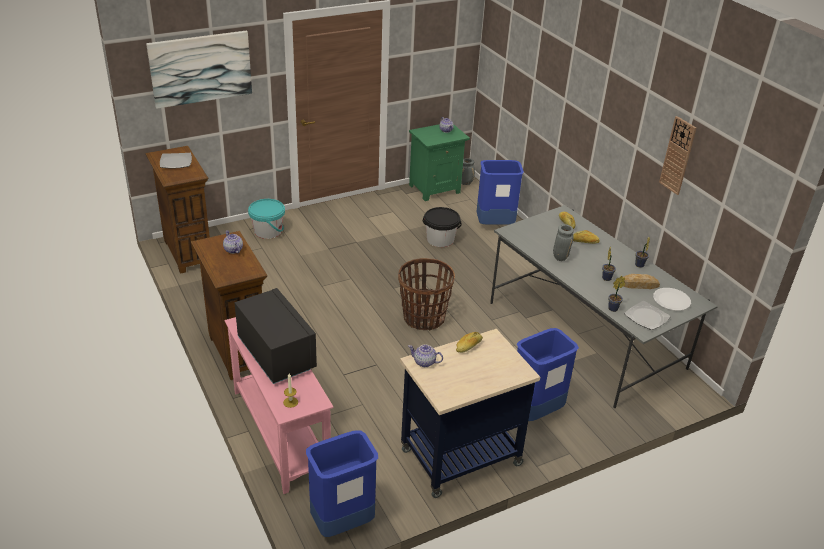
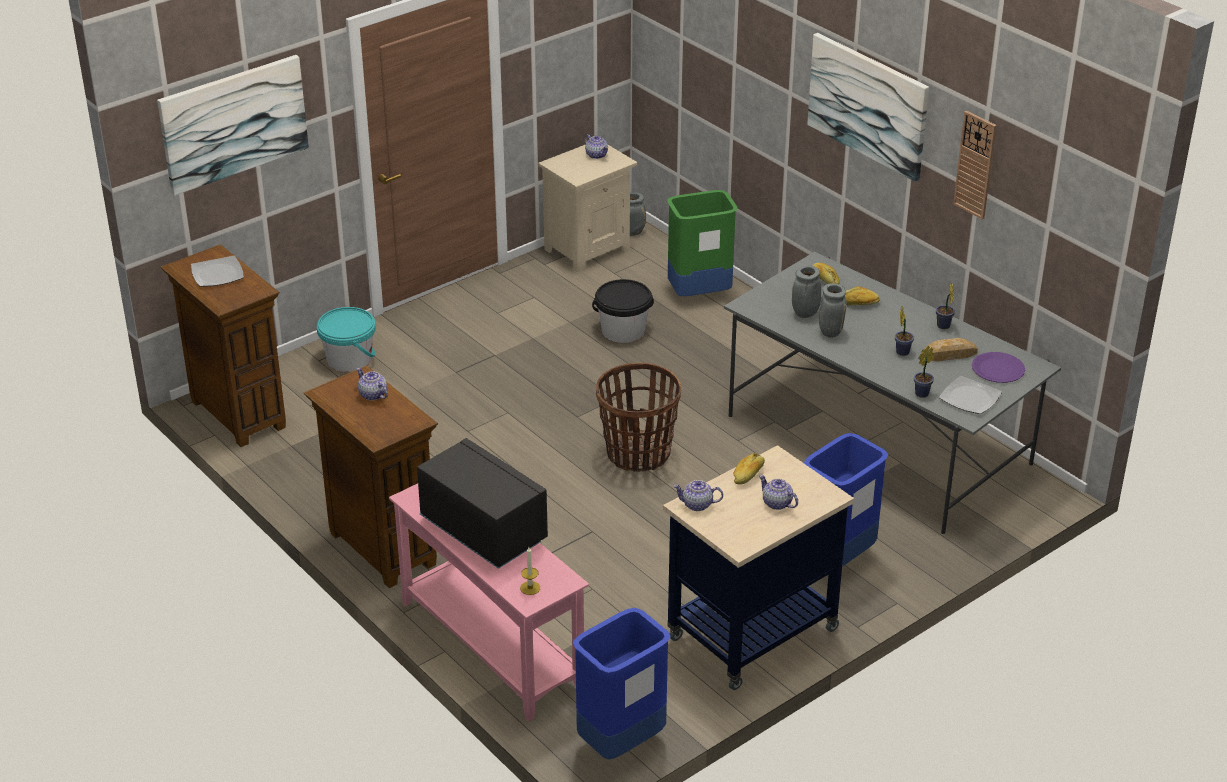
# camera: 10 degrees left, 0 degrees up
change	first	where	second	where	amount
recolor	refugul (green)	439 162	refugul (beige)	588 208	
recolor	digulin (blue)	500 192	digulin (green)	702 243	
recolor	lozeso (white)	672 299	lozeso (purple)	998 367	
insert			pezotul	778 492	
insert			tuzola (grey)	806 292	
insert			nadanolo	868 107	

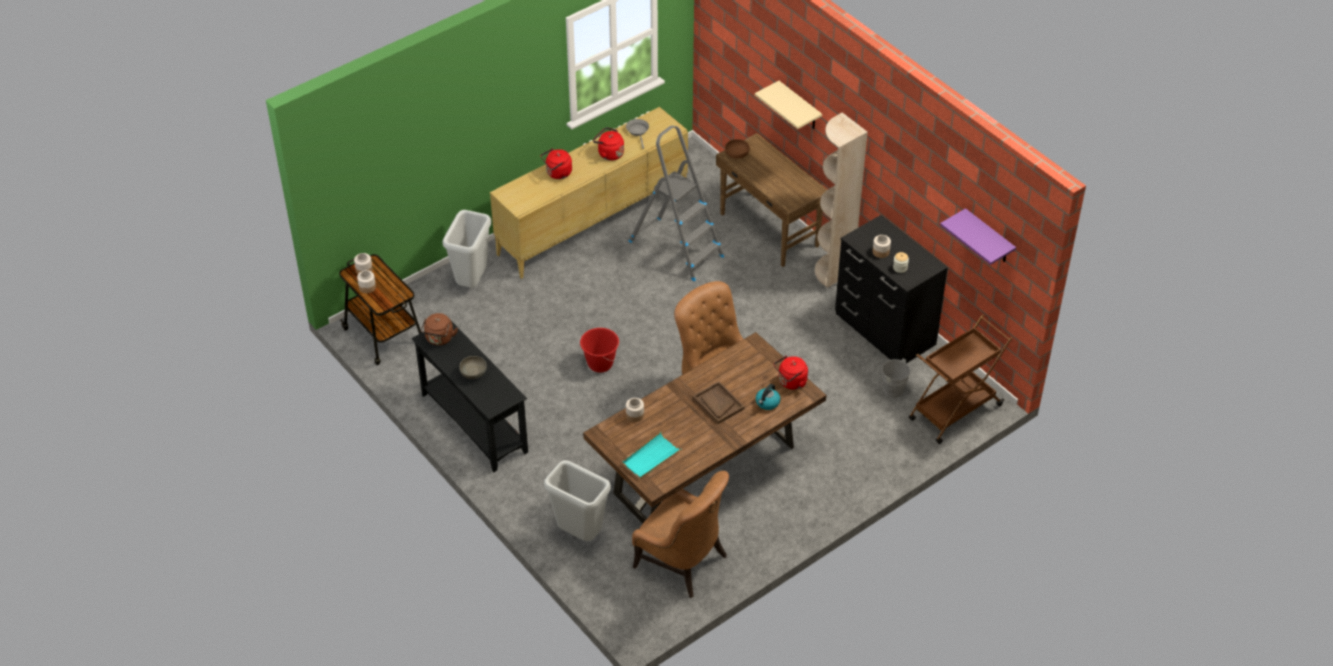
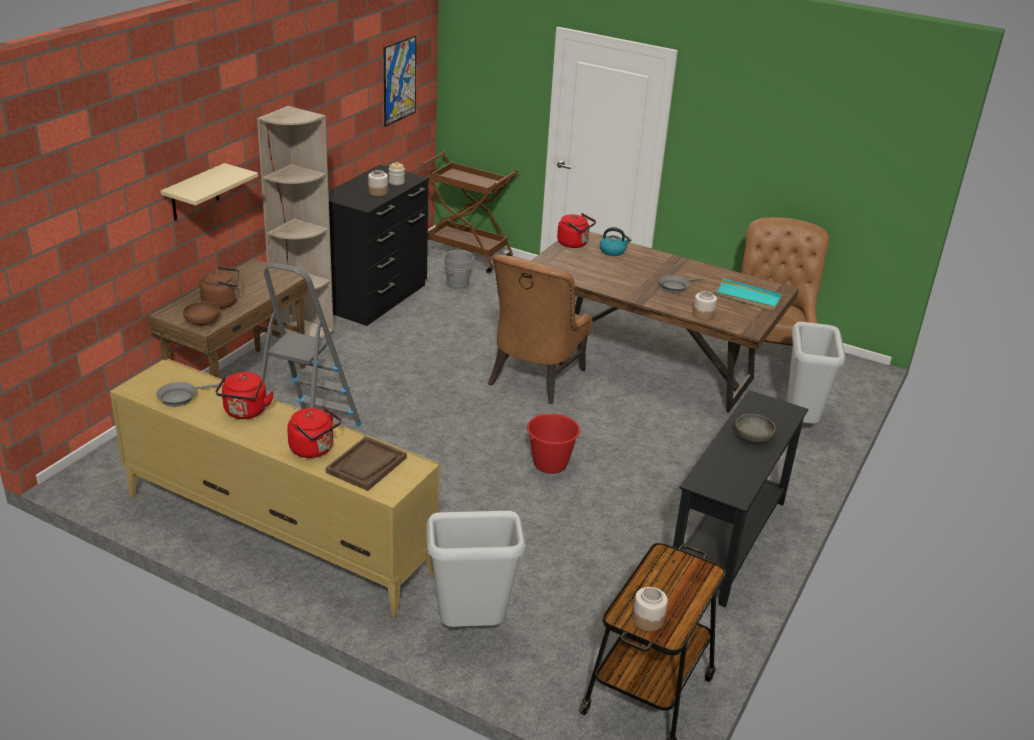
# camera: 115 degrees left, 15 degrees down
change	first	where	second	where	amount
delete	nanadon	366 281			
move	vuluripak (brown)	439 329		219 287	
move	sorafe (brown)	719 402		366 463	
replace	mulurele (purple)	978 236	nadanolo	400 81	
insert			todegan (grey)	681 284	

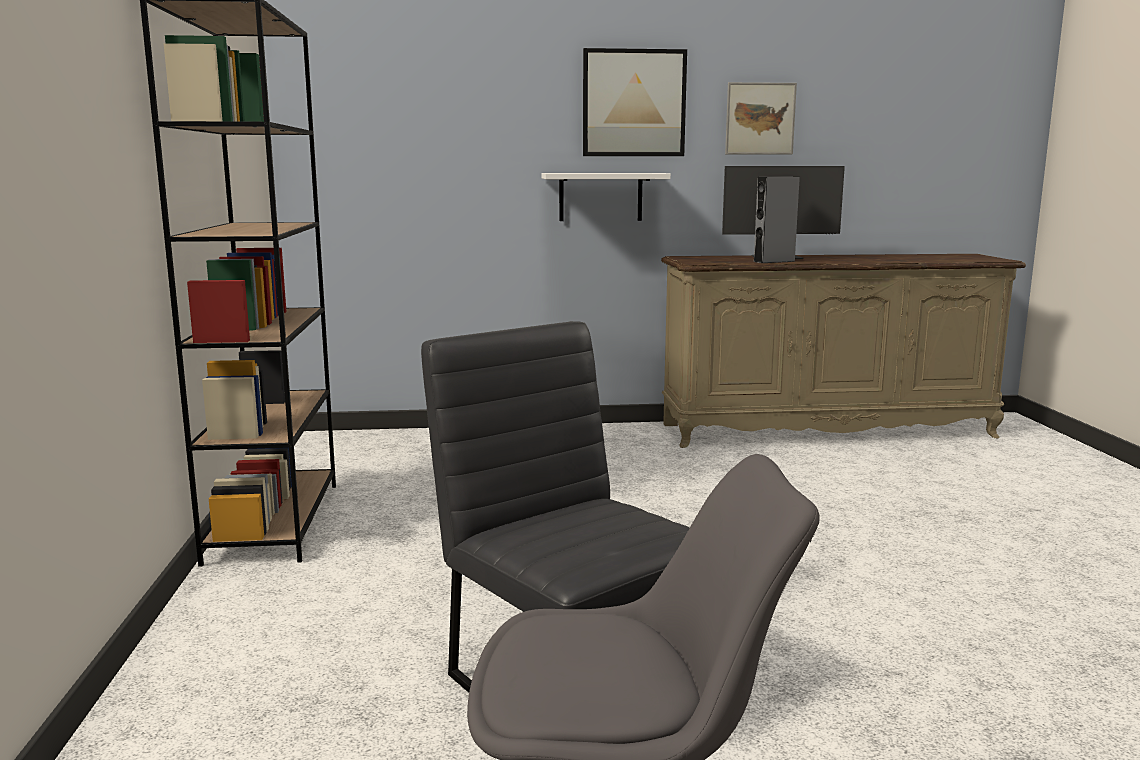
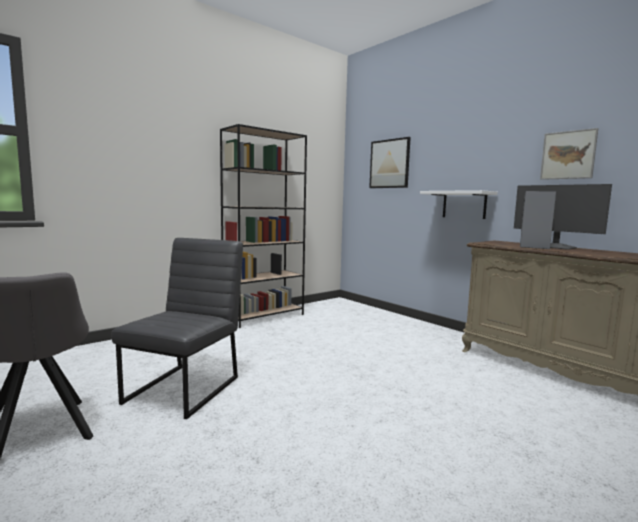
# camera: 55 degrees right, 5 degrees down
change	first	where	second	where	amount
move	nadanolo	635 102		390 162	

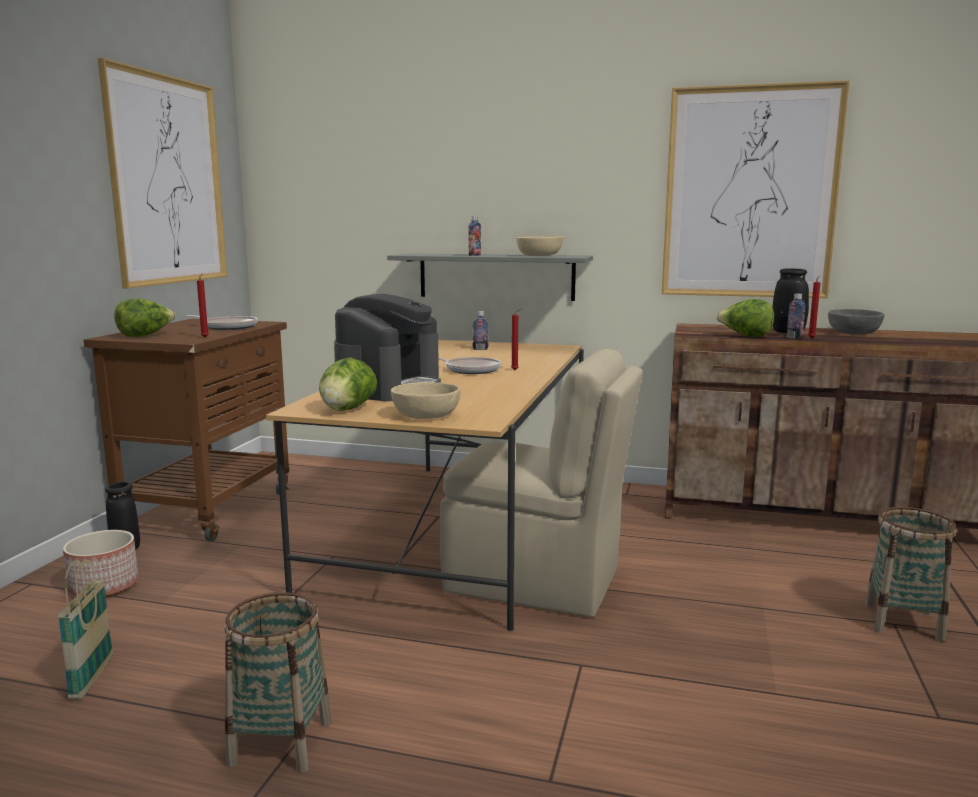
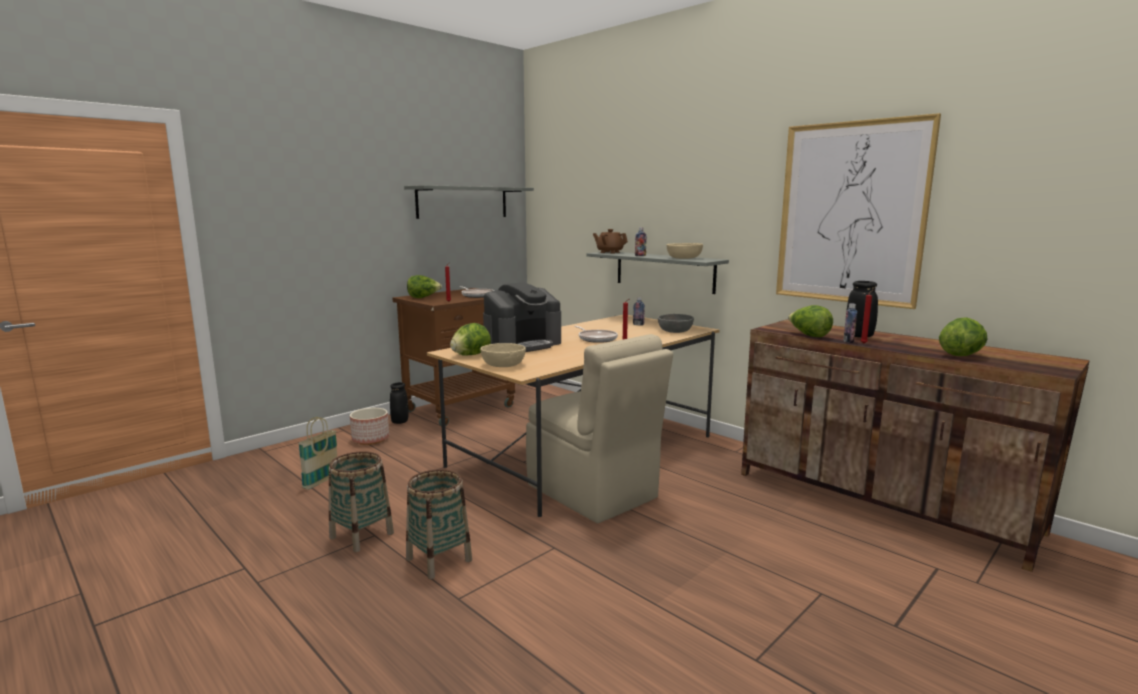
# camera: 30 degrees right, 0 degrees up
change	first	where	second	where	amount
replace	nadanolo	162 173	mulurele (grey)	469 202	
move	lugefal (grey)	856 321		676 323	
move	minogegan	911 574		439 524	
insert			pezotul (brown)	610 241	
insert			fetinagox	963 336	

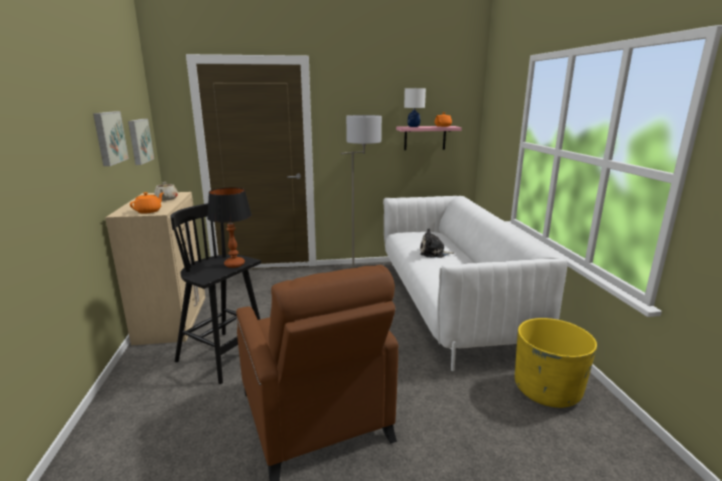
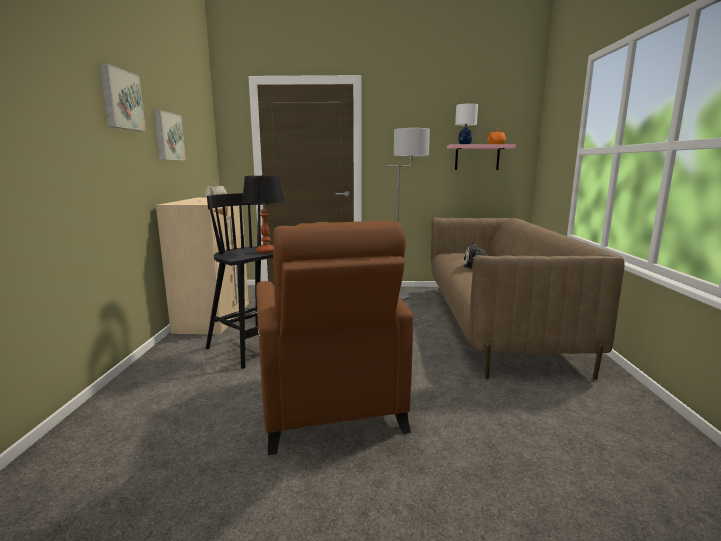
# camera: 10 degrees right, 5 degrees down
change	first	where	second	where	amount
move	nadanolo	141 142		122 97	
delete	pezotul (orange)	146 203			
recolor	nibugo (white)	475 283	nibugo (brown)	528 298	
delete	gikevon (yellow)	556 363			

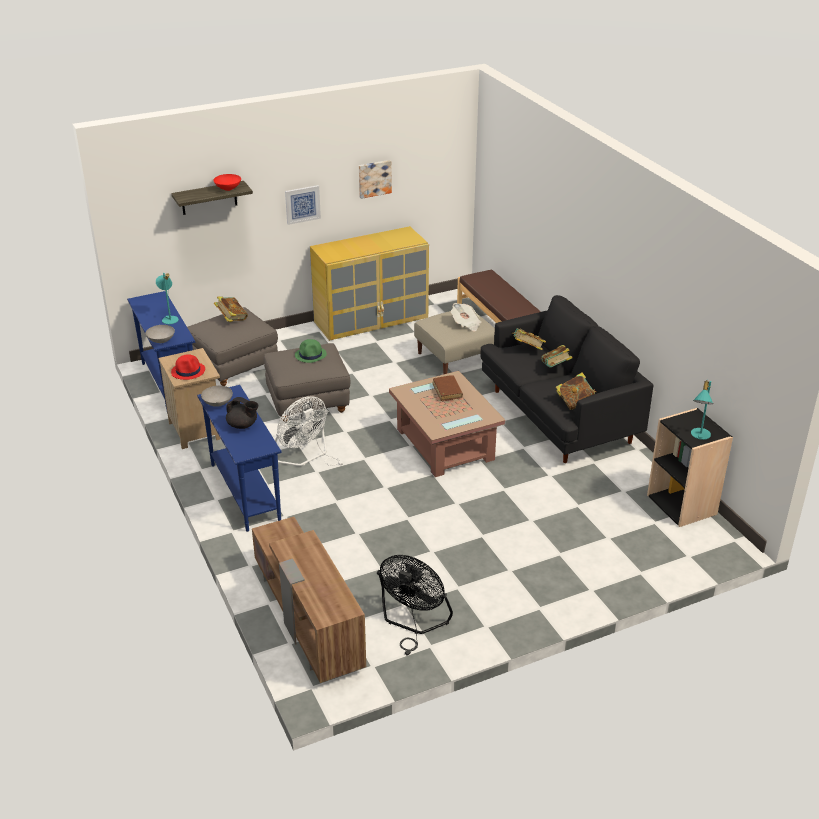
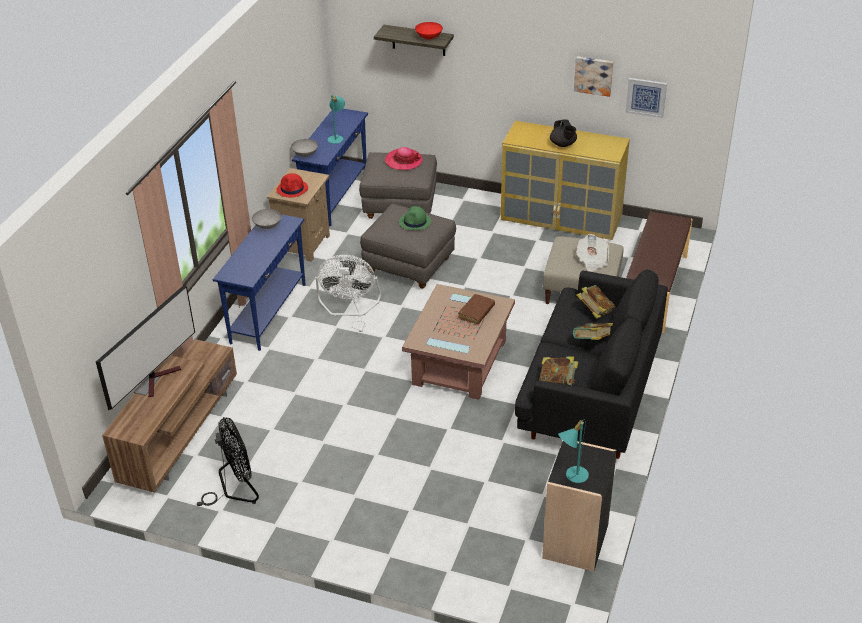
# camera: 45 degrees right, 5 degrees up
change	first	where	second	where	amount
replace	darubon	231 309	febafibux	404 158	
move	pezotul (black)	242 413		563 133	
move	nadanolo	303 205		646 98	
insert			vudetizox	145 347	

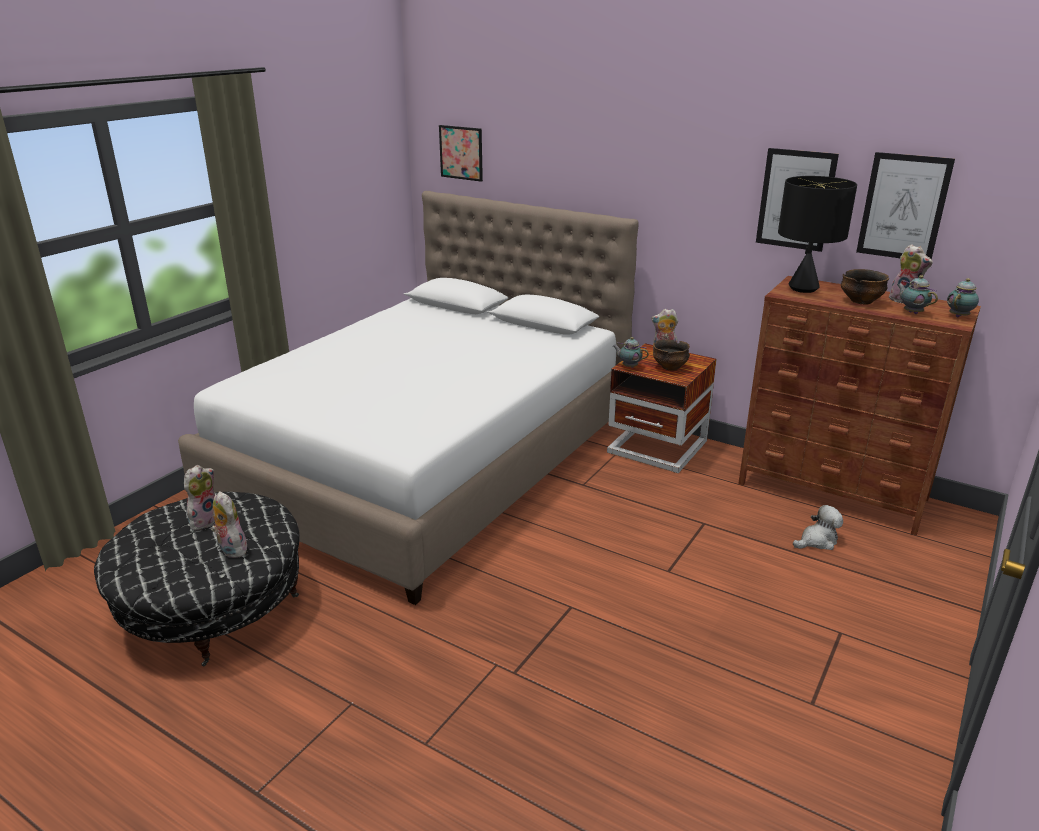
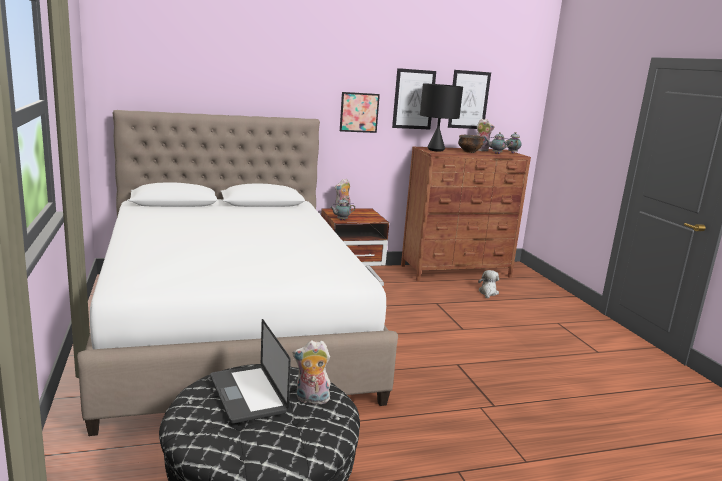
# camera: 50 degrees left, 10 degrees down
change	first	where	second	where	amount
replace	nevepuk	199 498	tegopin	250 371	
move	nadanolo	461 153		360 112	
delete	lugefal	671 355			

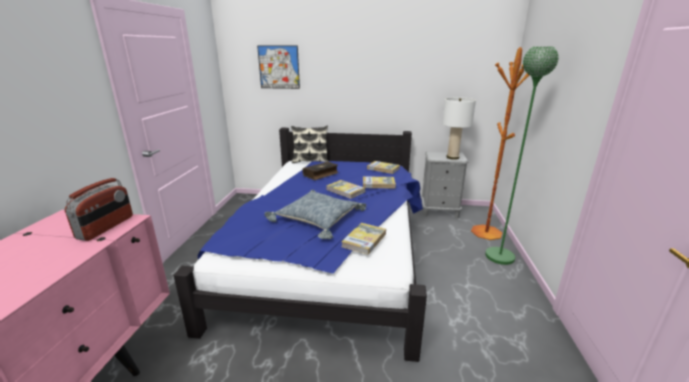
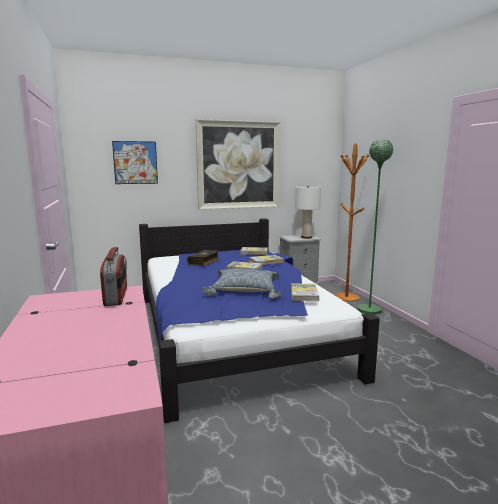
# camera: 25 degrees left, 10 degrees down
change	first	where	second	where	amount
delete	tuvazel	309 144			
insert			nadanolo	238 164	

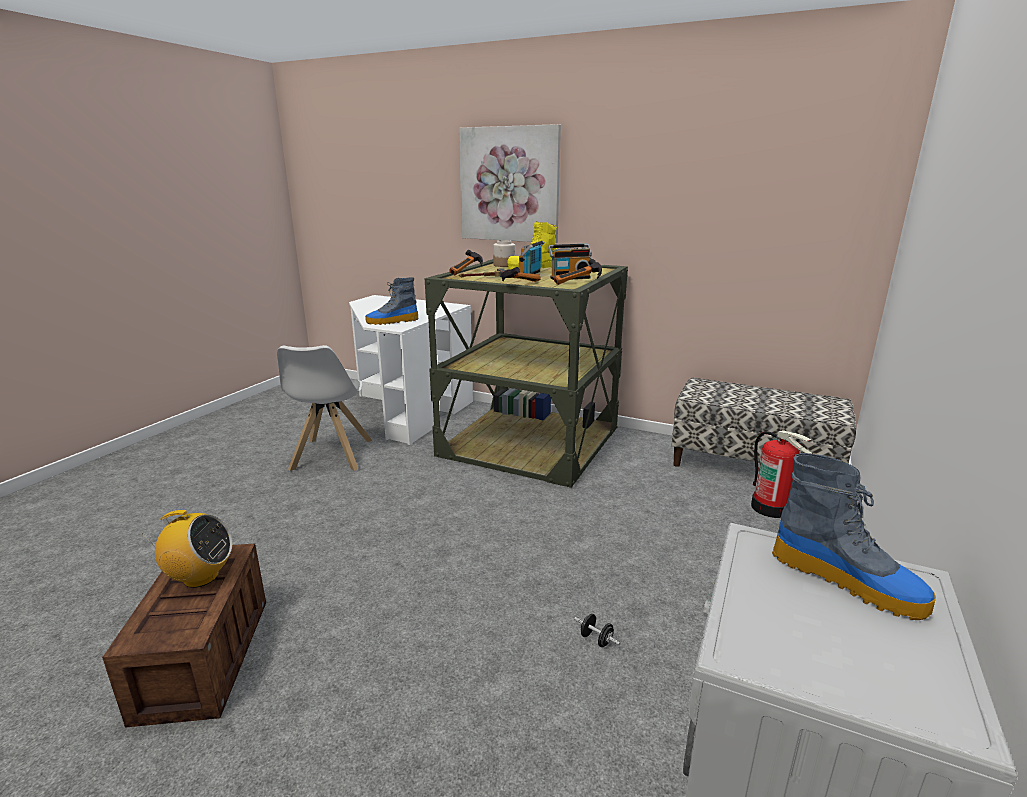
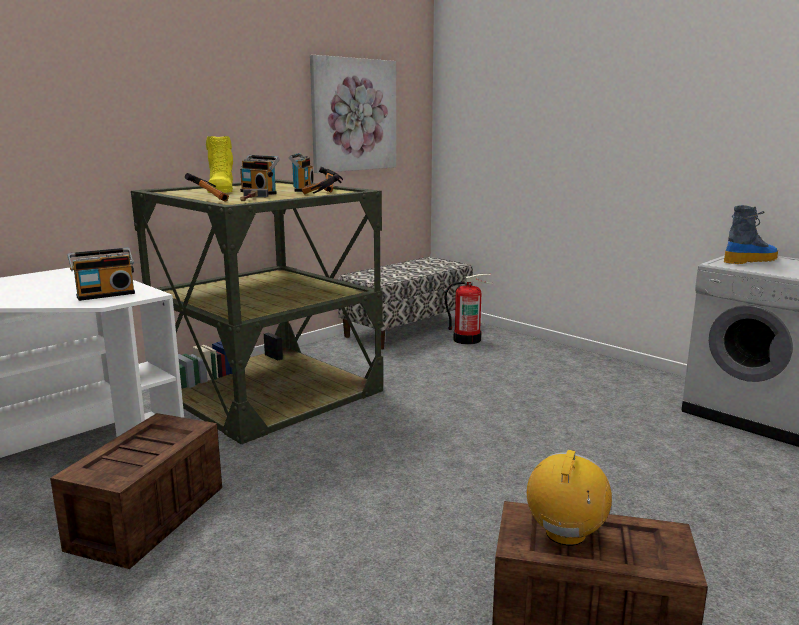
# camera: 70 degrees left, 5 degrees down
change	first	where	second	where	amount
replace	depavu	325 408	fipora	136 491	
replace	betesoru	391 301	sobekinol	101 274	
move	nadanolo	510 183		353 114	
delete	nanadon	504 253			
delete	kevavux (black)	597 630			

